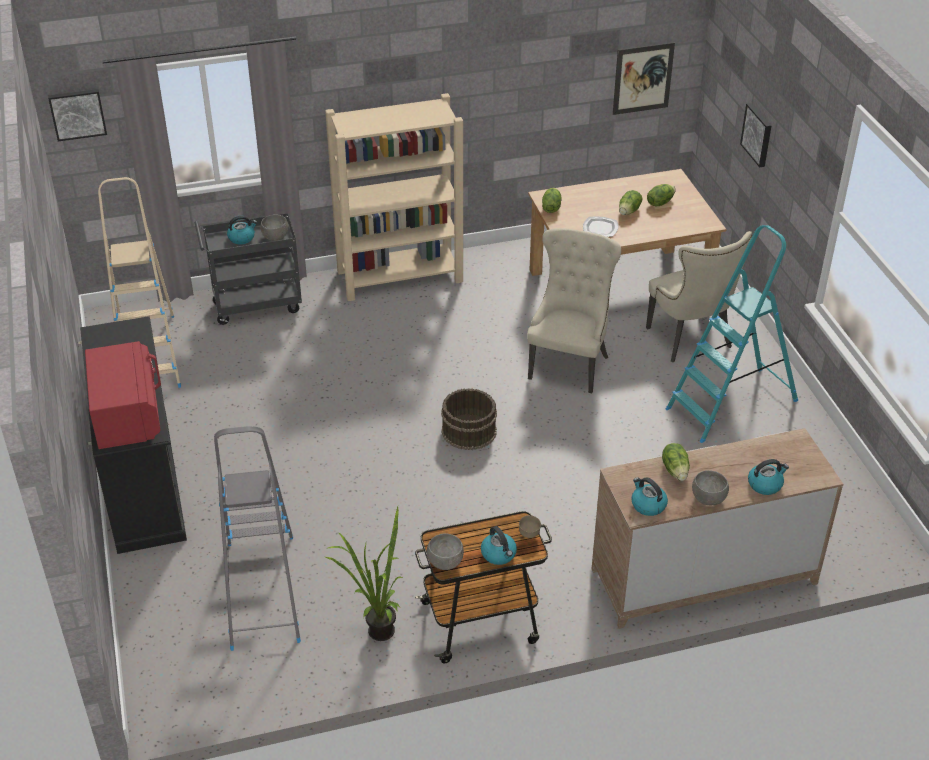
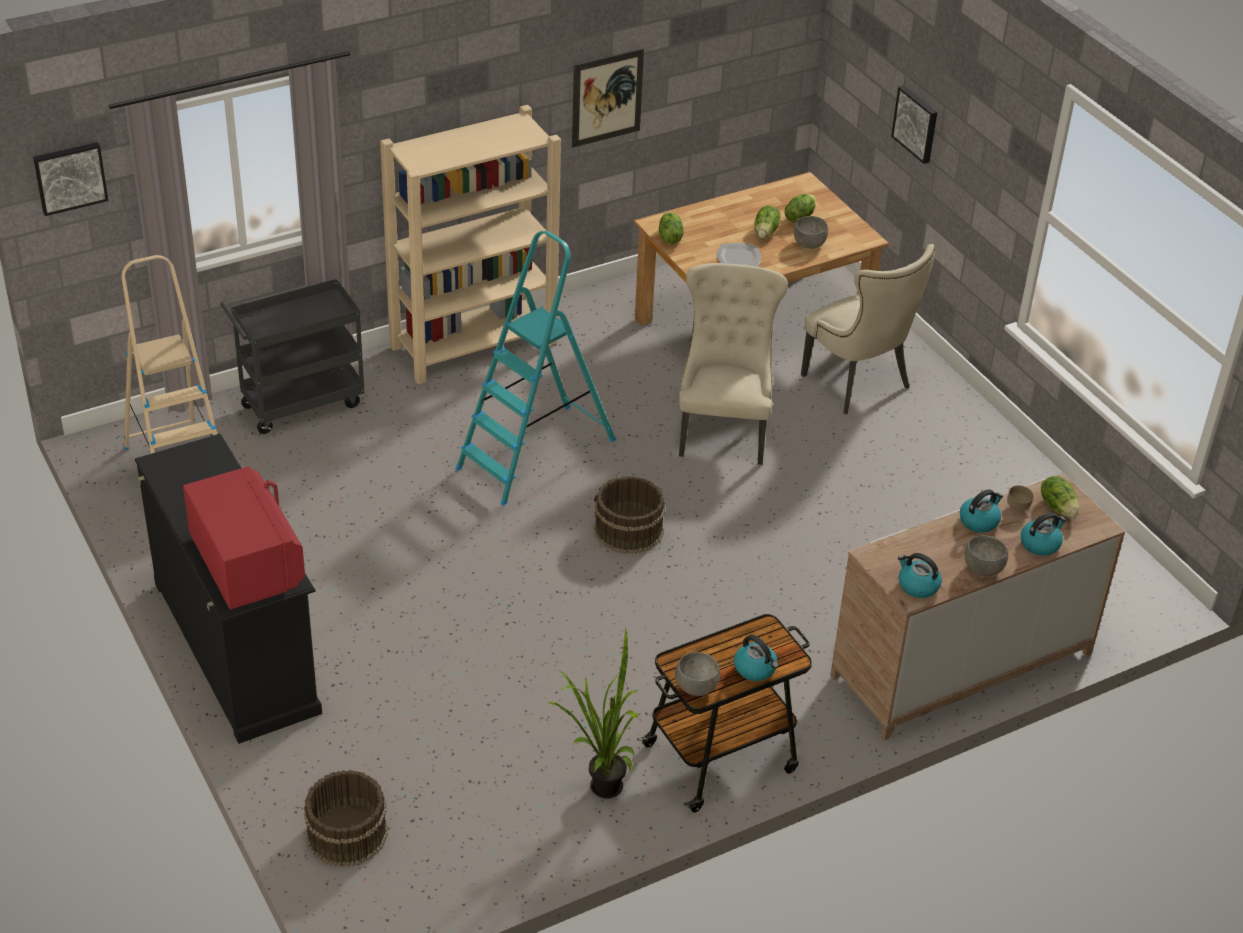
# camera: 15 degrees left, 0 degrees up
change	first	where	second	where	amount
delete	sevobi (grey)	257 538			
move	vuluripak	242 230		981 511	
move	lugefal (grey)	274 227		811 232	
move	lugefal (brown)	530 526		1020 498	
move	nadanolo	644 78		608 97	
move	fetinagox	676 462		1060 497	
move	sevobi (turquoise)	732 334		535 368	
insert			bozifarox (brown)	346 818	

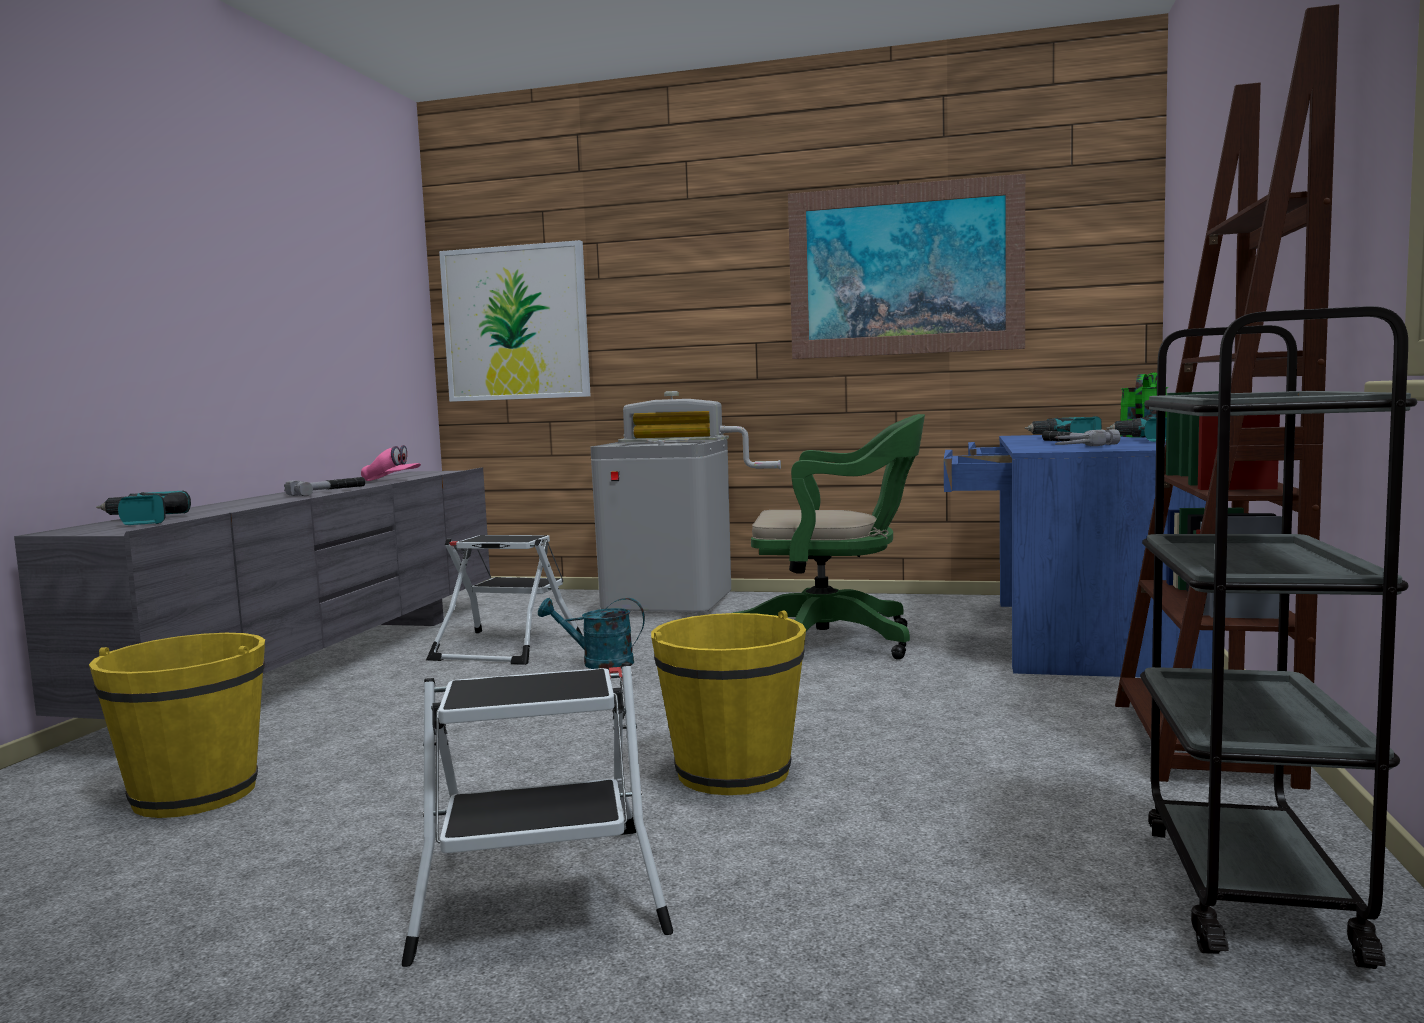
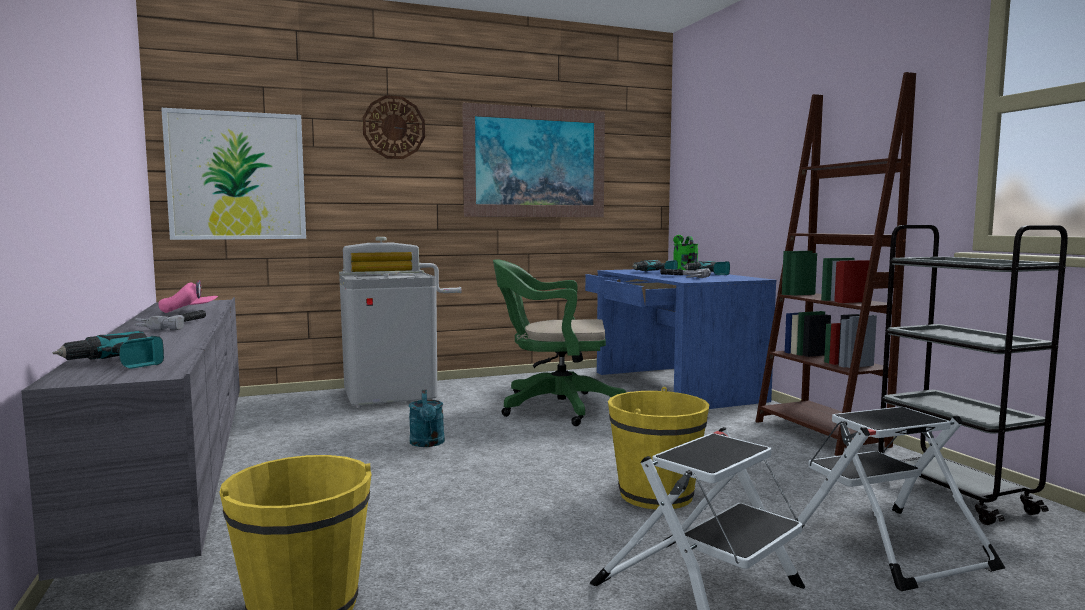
# camera: 35 degrees left, 0 degrees up
change	first	where	second	where	amount
move	sevobi	504 600		901 499	
rotate	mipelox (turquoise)	591 634		427 418	75 degrees counterclockwise
rotate	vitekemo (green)	829 537		559 342	150 degrees counterclockwise
insert			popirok	394 127	

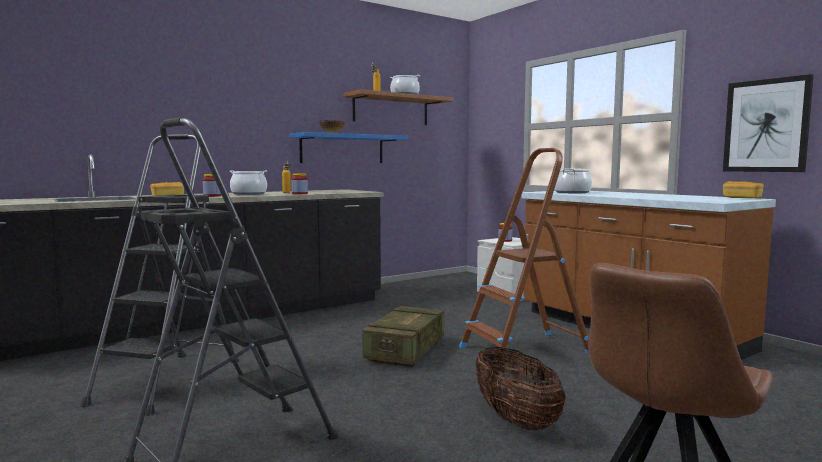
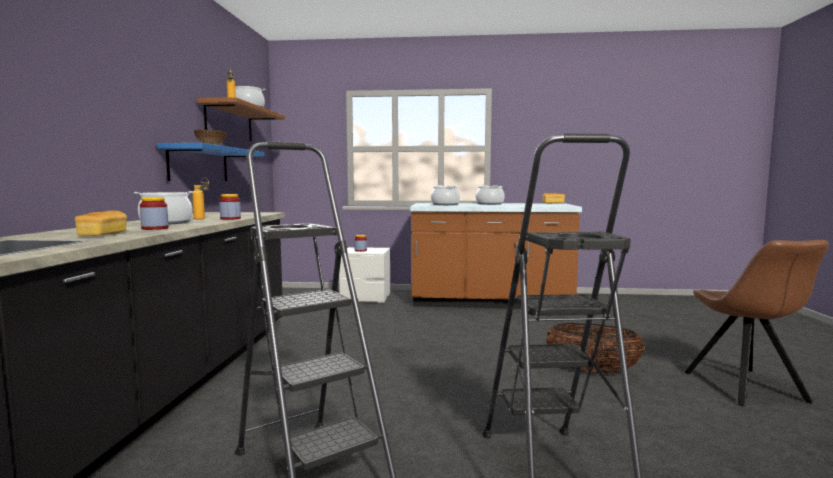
# camera: 50 degrees left, 0 degrees up
change	first	where	second	where	amount
delete	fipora	403 336			
delete	sevobi (brown)	524 256			
delete	nadanolo	768 123			
insert			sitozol	489 195	

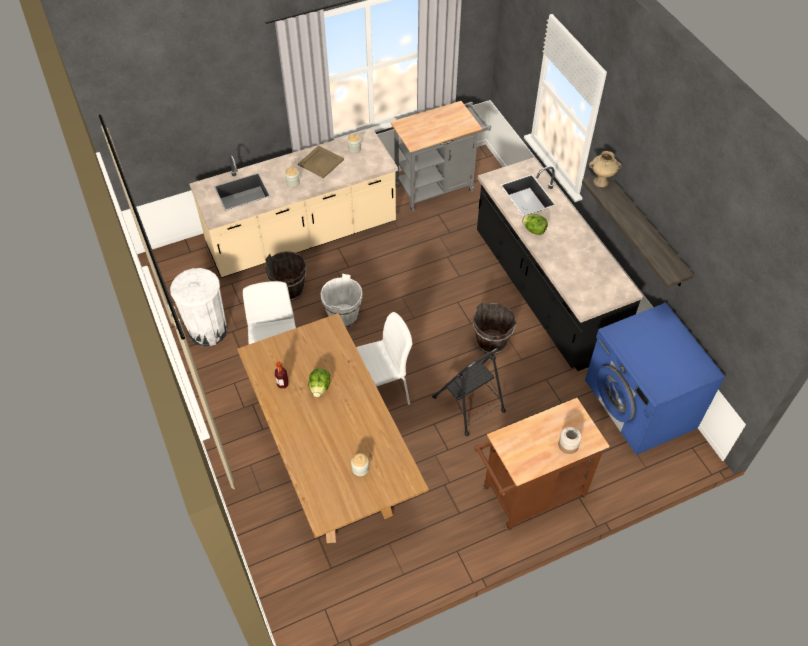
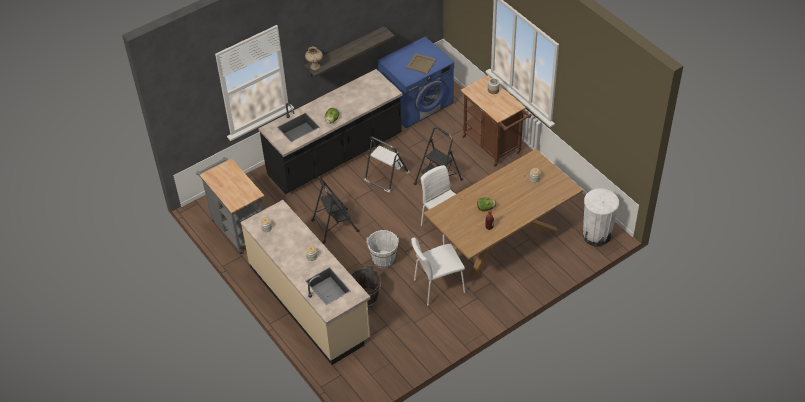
# camera: 100 degrees left, 5 degrees down
change	first	where	second	where	amount
move	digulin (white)	199 307		601 217	
move	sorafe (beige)	321 161		421 63	
replace	bozifarox (brown)	494 328	sevobi (white)	387 164	
insert			sevobi (black)	335 210	

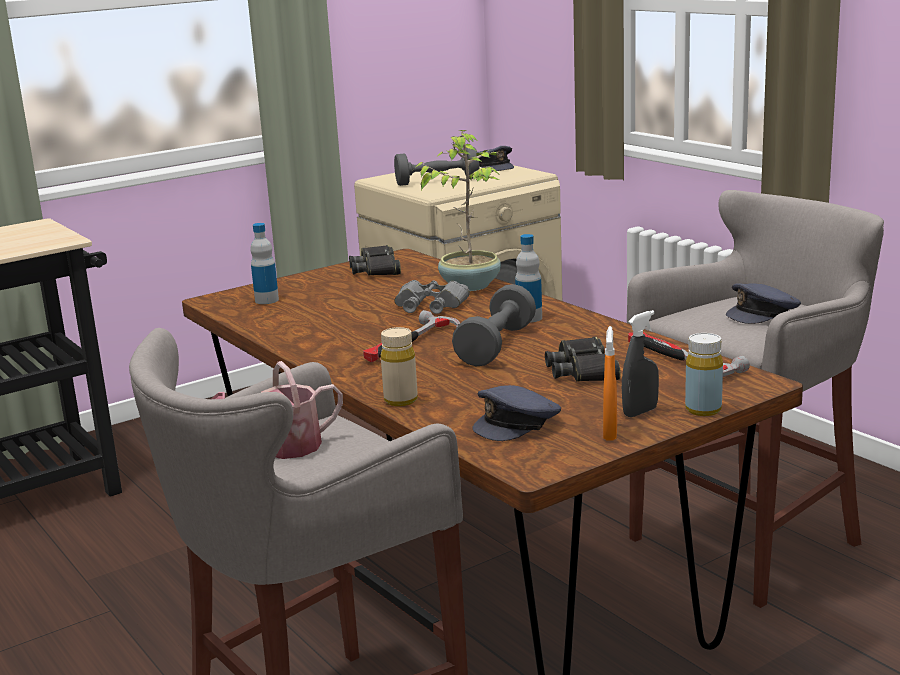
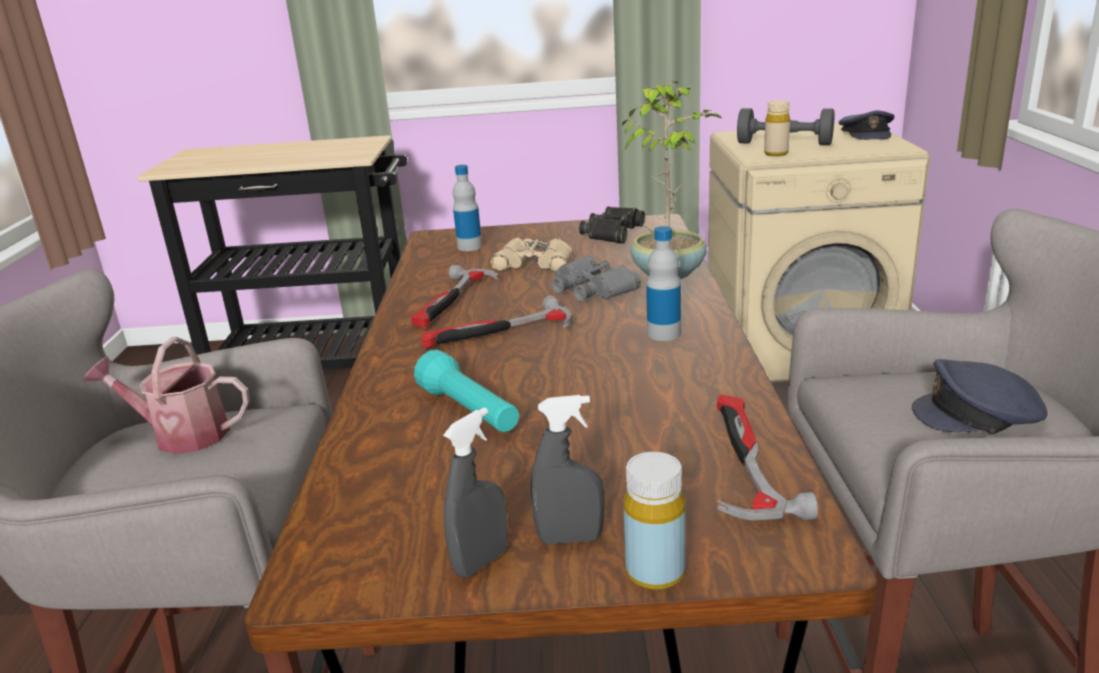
# camera: 35 degrees right, 5 degrees up
change	first	where	second	where	amount
move	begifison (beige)	399 366		777 128	
delete	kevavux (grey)	494 325			
delete	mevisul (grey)	516 413			
delete	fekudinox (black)	583 359			
recolor	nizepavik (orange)	610 383	nizepavik (grey)	475 492	
insert			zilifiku	455 296	
insert			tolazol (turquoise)	466 391	
insert			fekudinox (beige)	532 254	

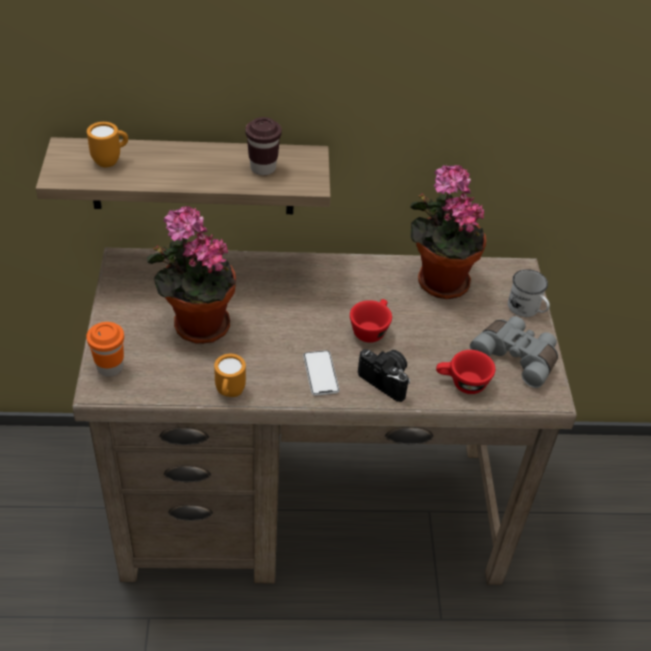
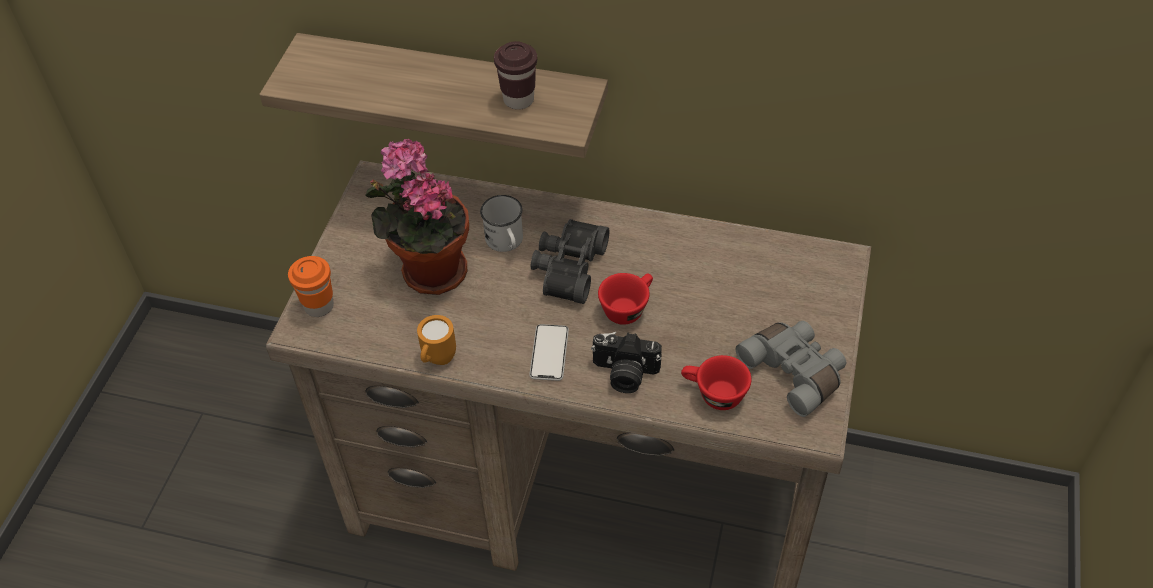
# camera: 20 degrees right, 5 degrees up
change	first	where	second	where	amount
delete	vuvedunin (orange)	107 144			
rotate	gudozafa	384 375		626 362	135 degrees clockwise
delete	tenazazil	448 232			
move	vuvedunin (white)	529 293		501 223	
insert			fekudinox (black)	570 261	

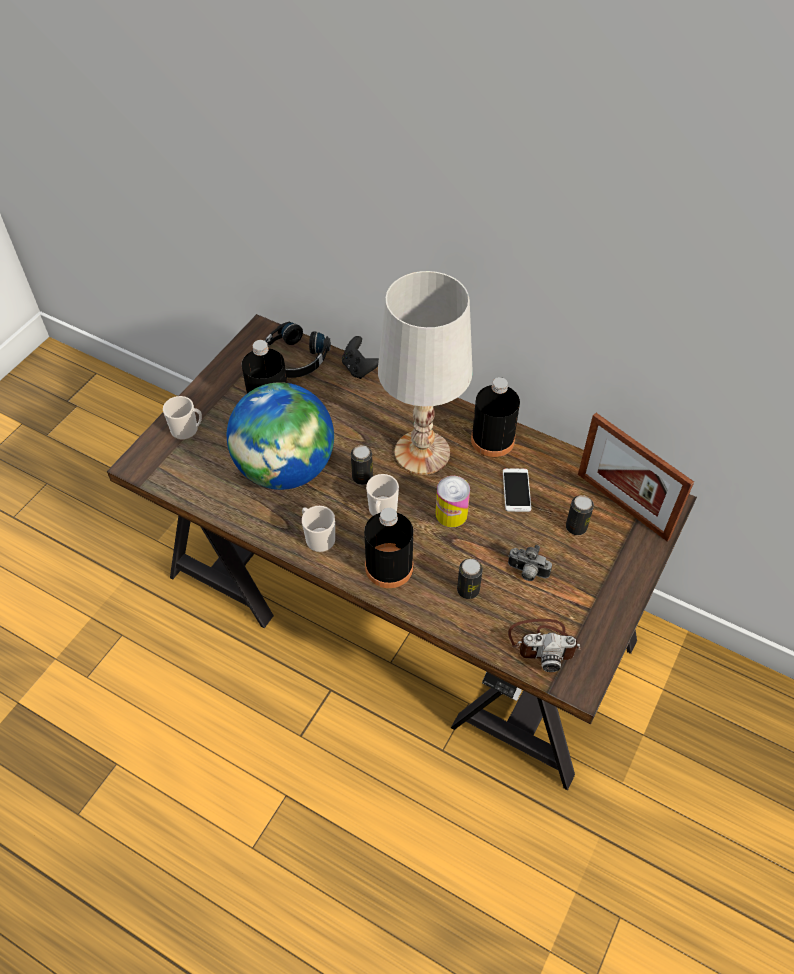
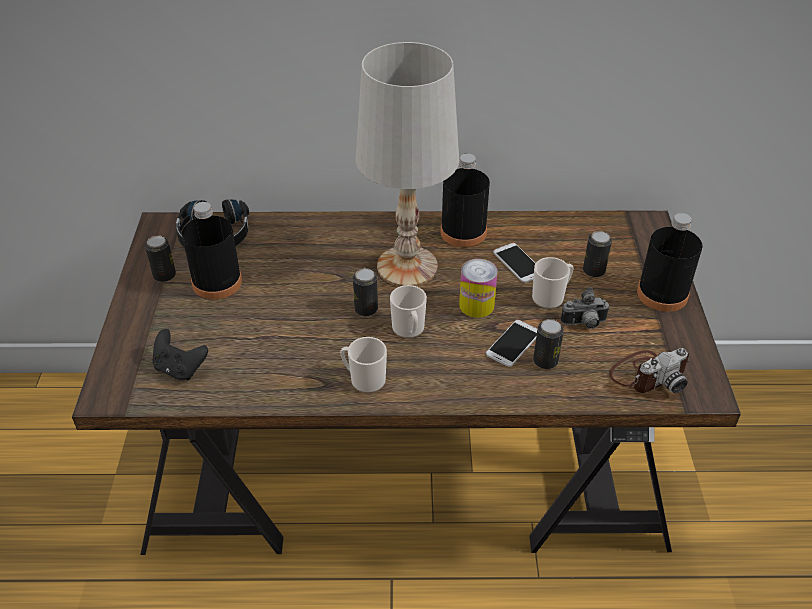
# camera: 30 degrees left, 10 degrees down
change	first	where	second	where	amount
move	vuvedunin	182 418		553 283	
delete	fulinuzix	280 436			
move	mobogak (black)	360 357		180 354	
move	begifison (black)	388 548		670 262	
delete	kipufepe	636 477			
insert			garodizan	160 258	
insert			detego	511 343	

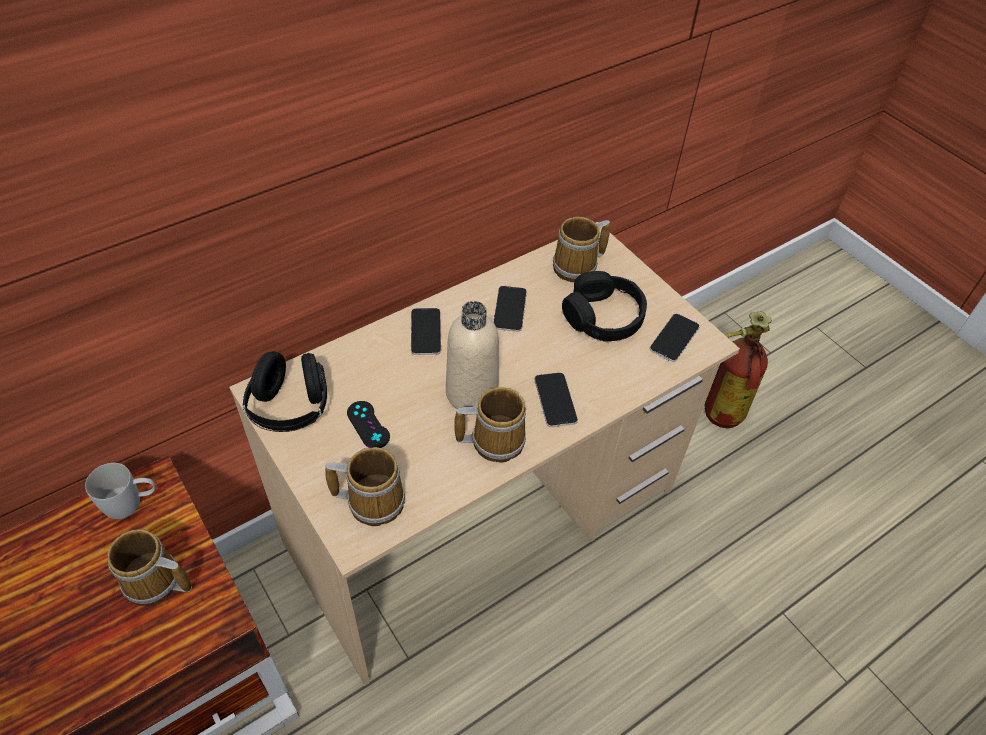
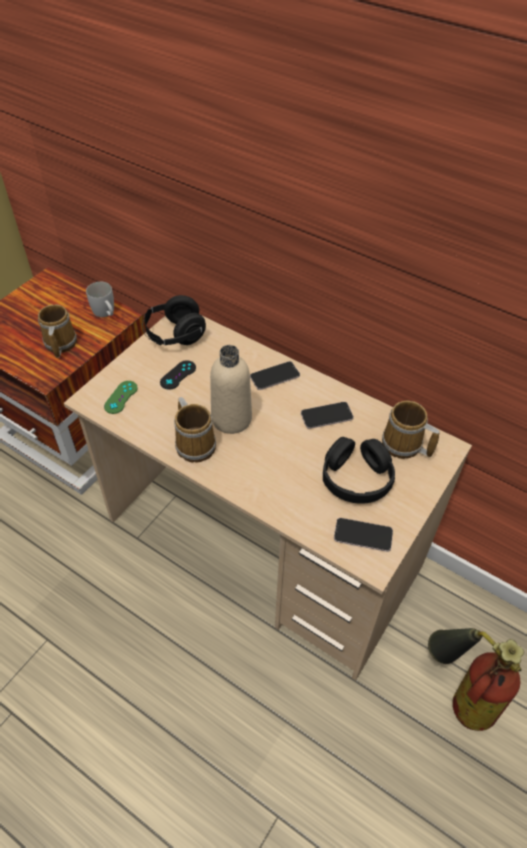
# camera: 70 degrees right, 0 degrees up
change	first	where	second	where	amount
replace	vuvedunin	365 486	mobogak (green)	121 397	
delete	detego	556 399			

